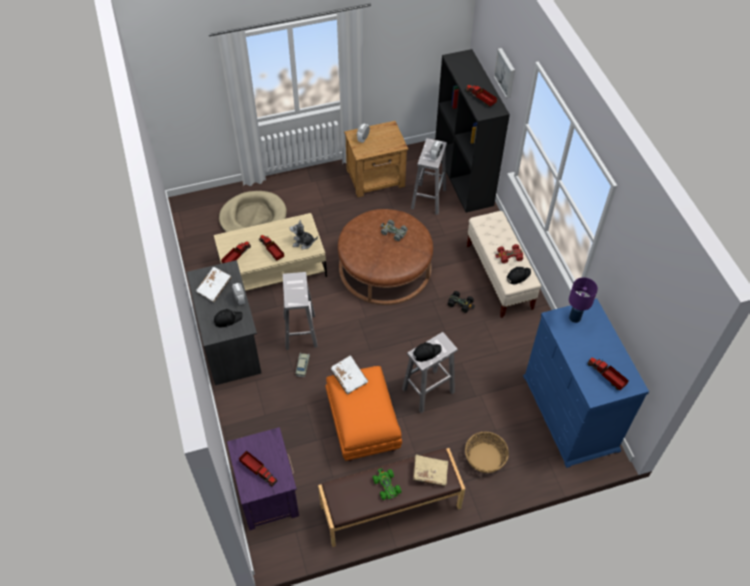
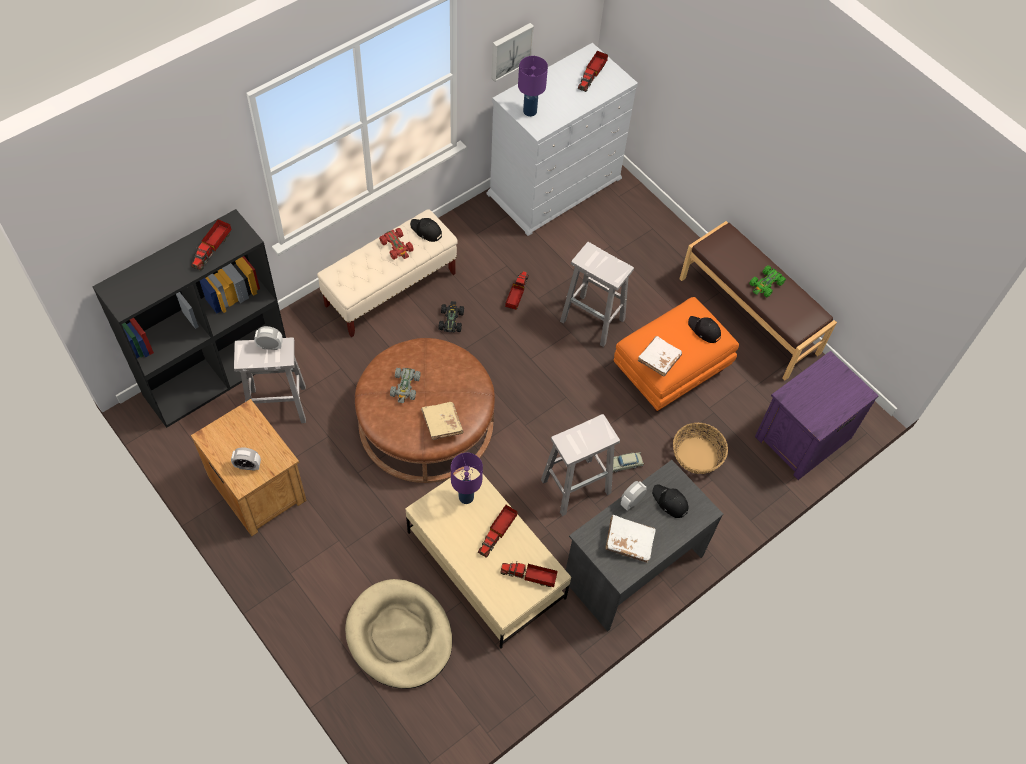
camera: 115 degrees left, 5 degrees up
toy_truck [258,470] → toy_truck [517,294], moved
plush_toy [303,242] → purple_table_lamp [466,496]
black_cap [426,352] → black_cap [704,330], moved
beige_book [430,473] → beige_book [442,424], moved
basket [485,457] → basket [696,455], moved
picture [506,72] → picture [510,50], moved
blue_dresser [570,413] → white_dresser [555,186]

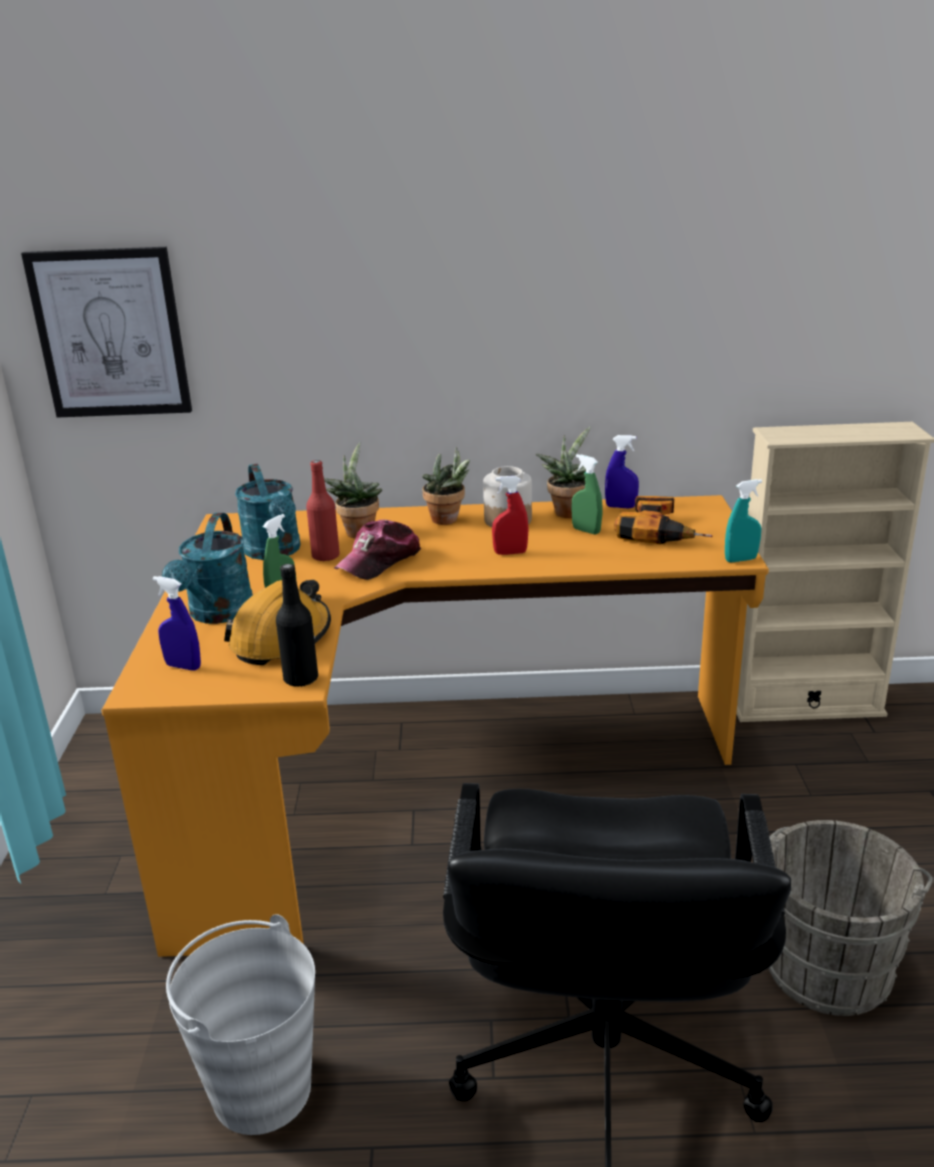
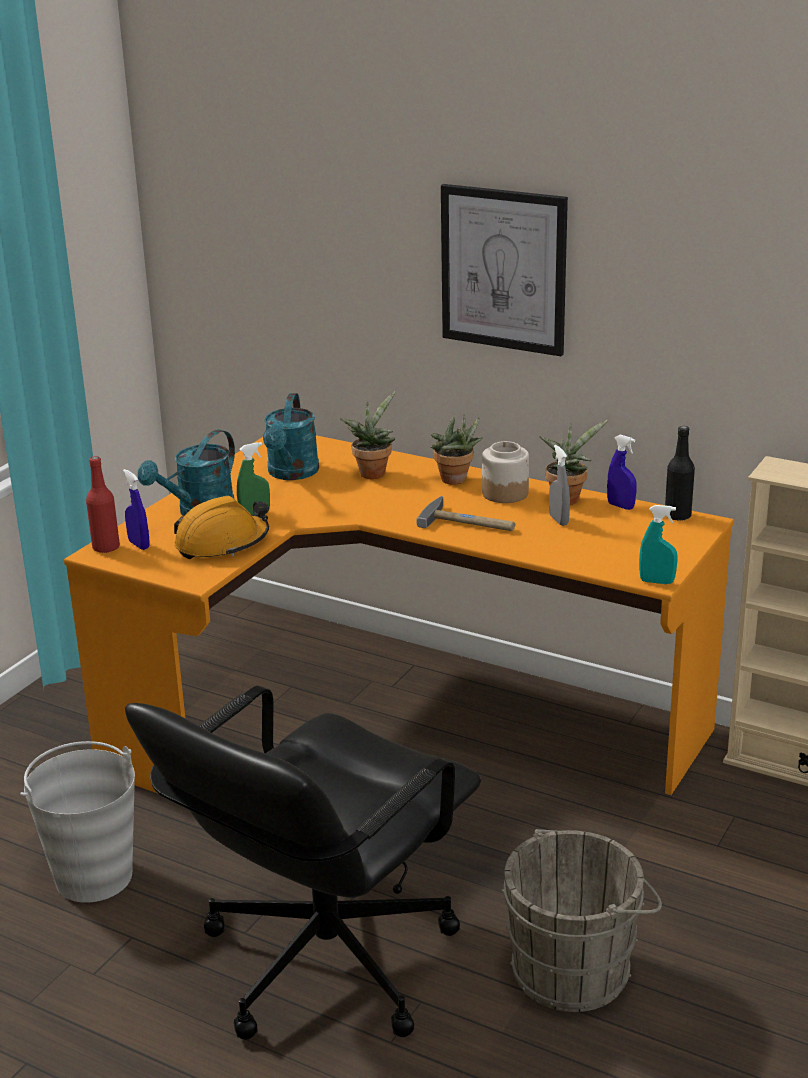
camera: 30 degrees right, 0 degrees up
picture [110,334] → picture [503,269], moved
black_bottle [301,679] → black_bottle [677,516], moved
red_bottle [325,556] → red_bottle [106,548], moved
cap [379,561] → -
red_spray_bottle [510,553] → hammer [469,523]
green_spray_bottle [586,531] → grey_spray_bottle [558,520]
power_drill [660,531] → -

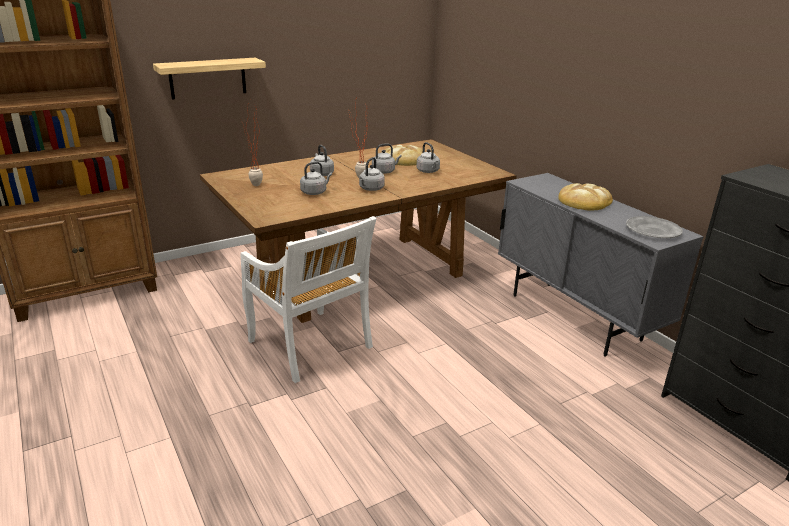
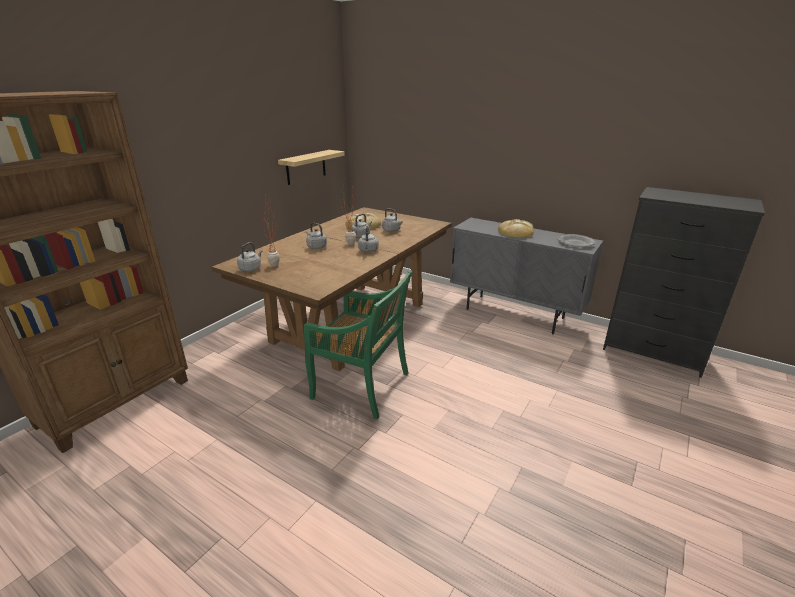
camera: 25 degrees left, 0 degrees up
shelf [208,78] → shelf [306,167], moved
white_chair [311,345] → green_chair [362,386]
grey_kettle [315,192] → grey_kettle [251,268], moved

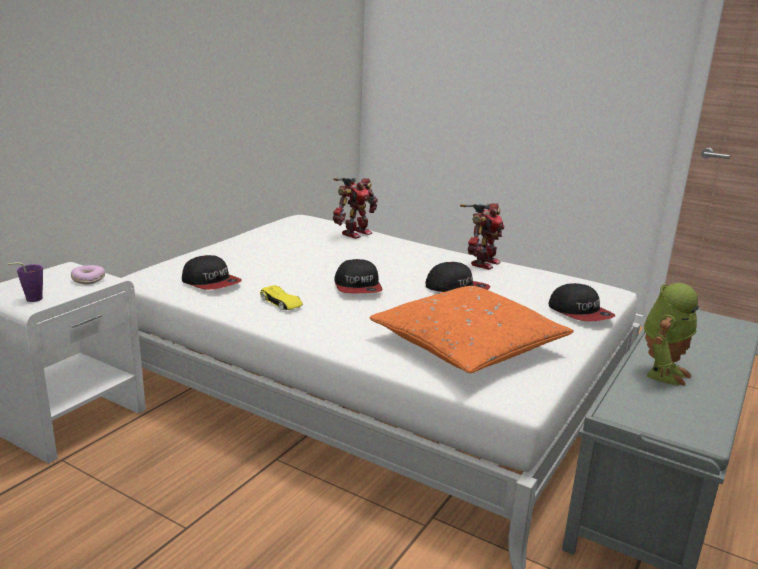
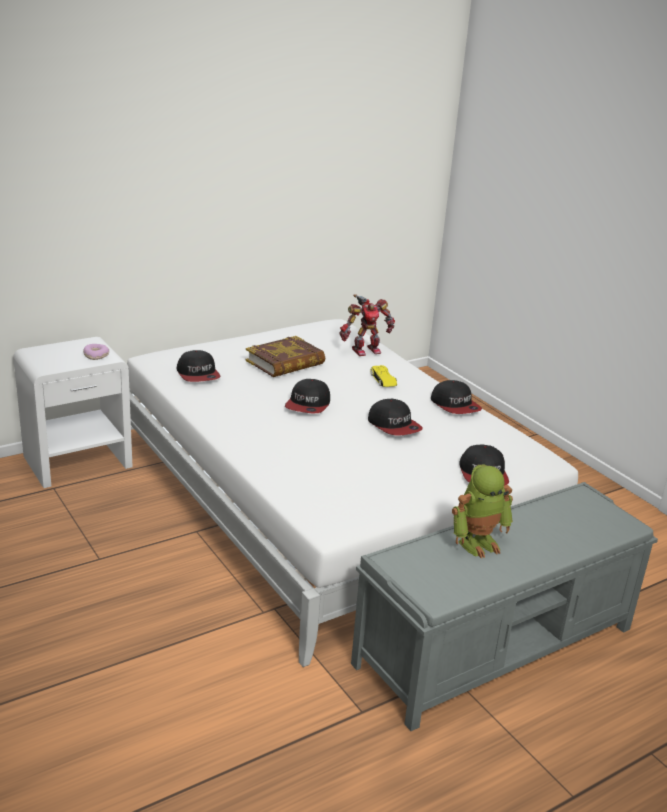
camera: 25 degrees right, 5 degrees up
purple_cup [30,299] → -
yellow_toy_car [281,302] → yellow_toy_car [383,380], moved
orange_pillow [467,345] → -
toy_robot [483,263] → cap [455,405]
- → book [285,362]

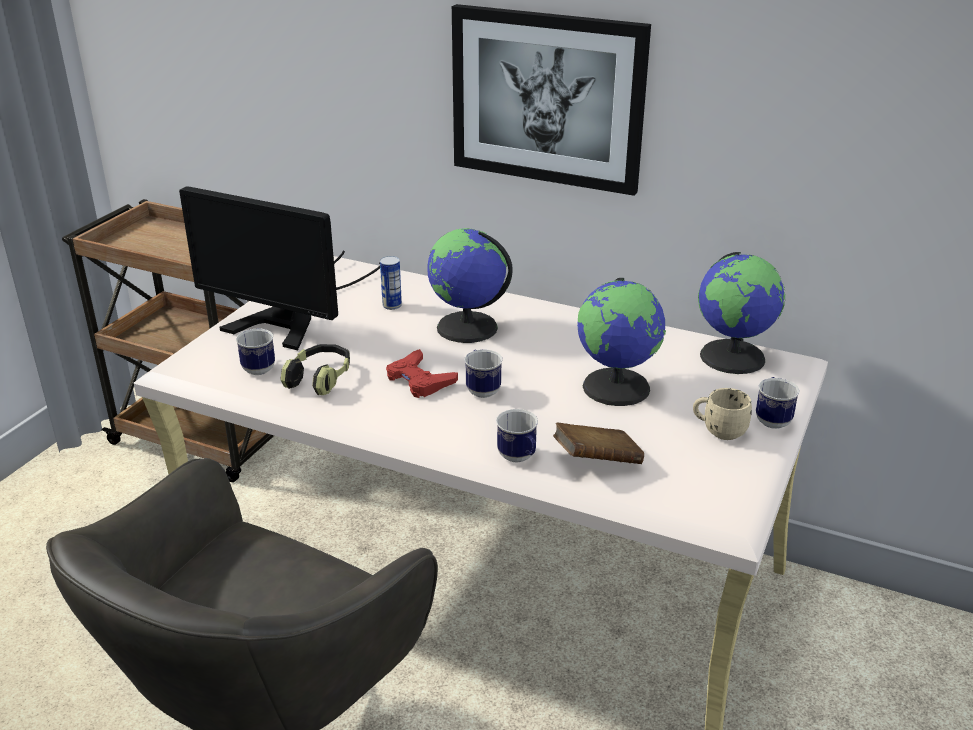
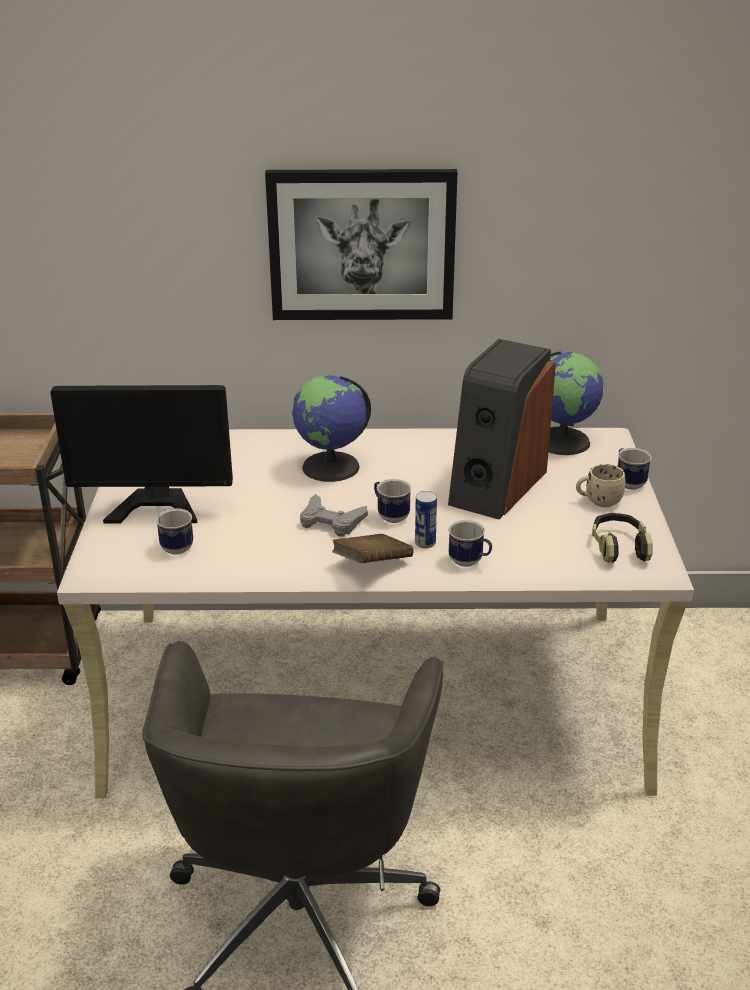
camera: 25 degrees left, 0 degrees up
headphones [320,378] → headphones [619,547], moved
can [392,305] → can [425,543], moved
red_game_controller [419,380] → grey_game_controller [331,521]
brown_book [596,461] → brown_book [372,564], moved
globe [617,387] → speaker [496,487]

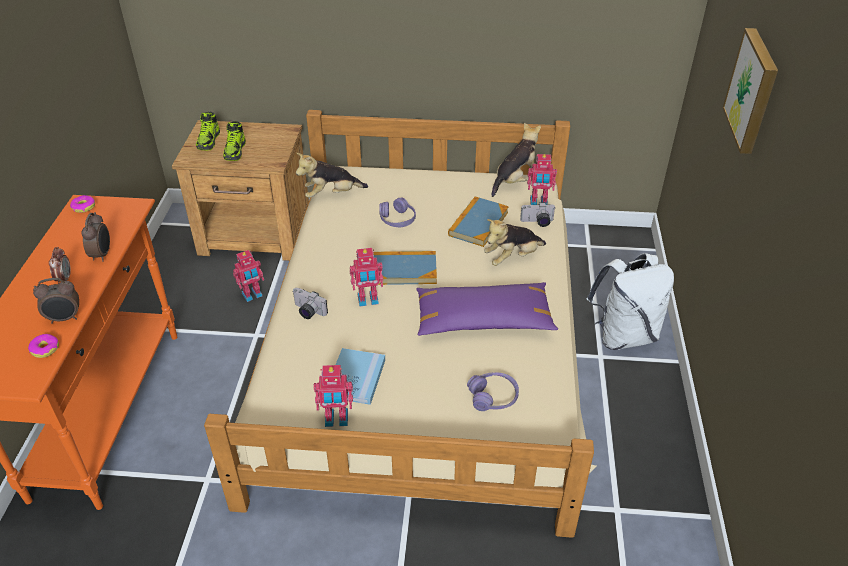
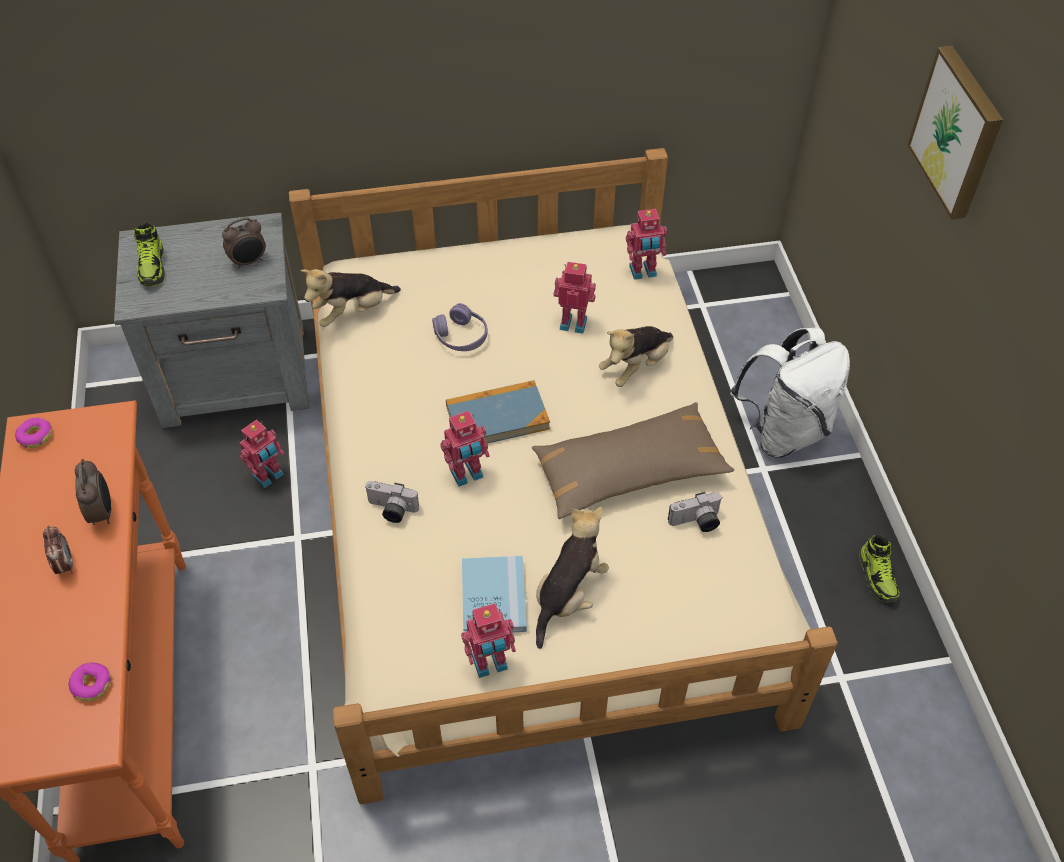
camera: 15 degrees left, 10 degrees up
alarm_clock [65,318] → alarm_clock [249,262], moved
brown_nightstand [256,234] → grey_nightstand [237,376]
shoe [235,151] → shoe [877,576], moved
purple_pillow [483,319] → brown_pillow [629,471]
book [478,224] → toy_robot [573,322]
purple_headphones [493,397] → -
plush_toy [515,180] → plush_toy [569,594], moved
photo_camera [537,222] → photo_camera [696,522], moved

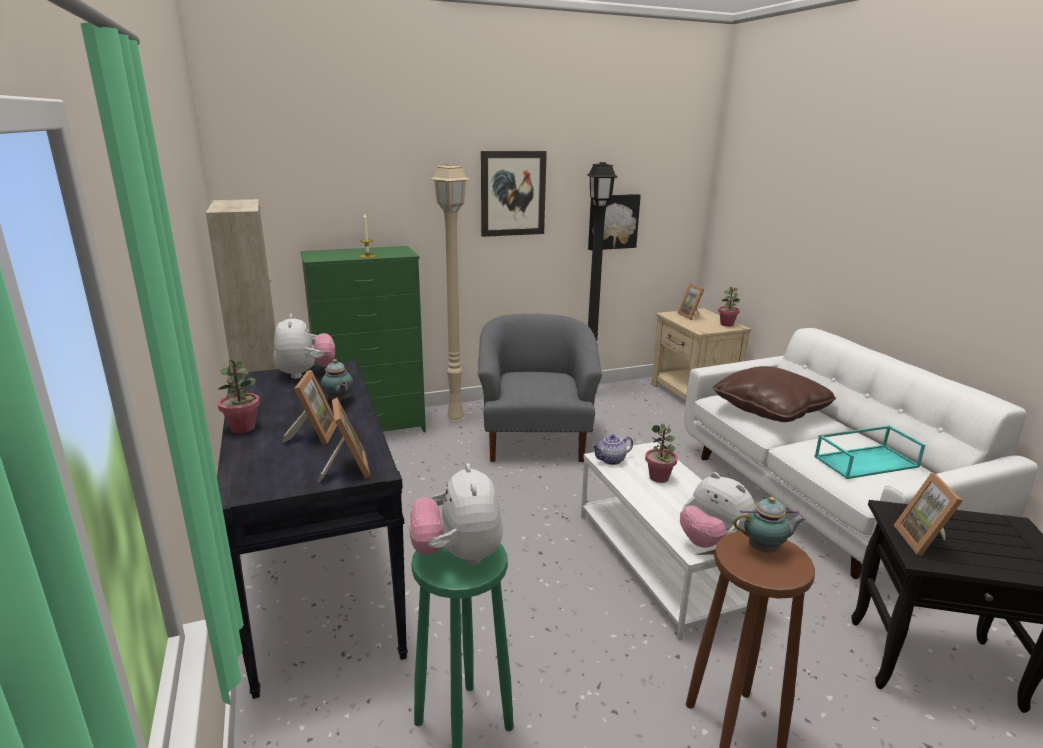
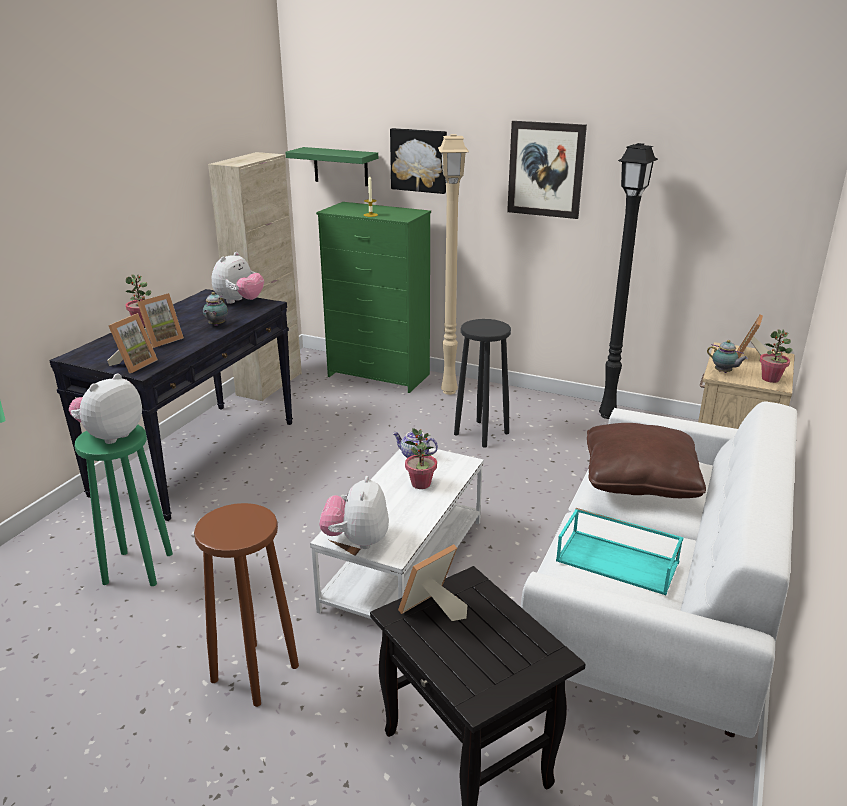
camera: 45 degrees right, 5 degrees up
grey_armchair [536,440] → black_stool [482,434]
picture [612,221] → picture [419,160], moved
teapot [765,549] → teapot [724,372], moved
- → green_shelf [340,166]

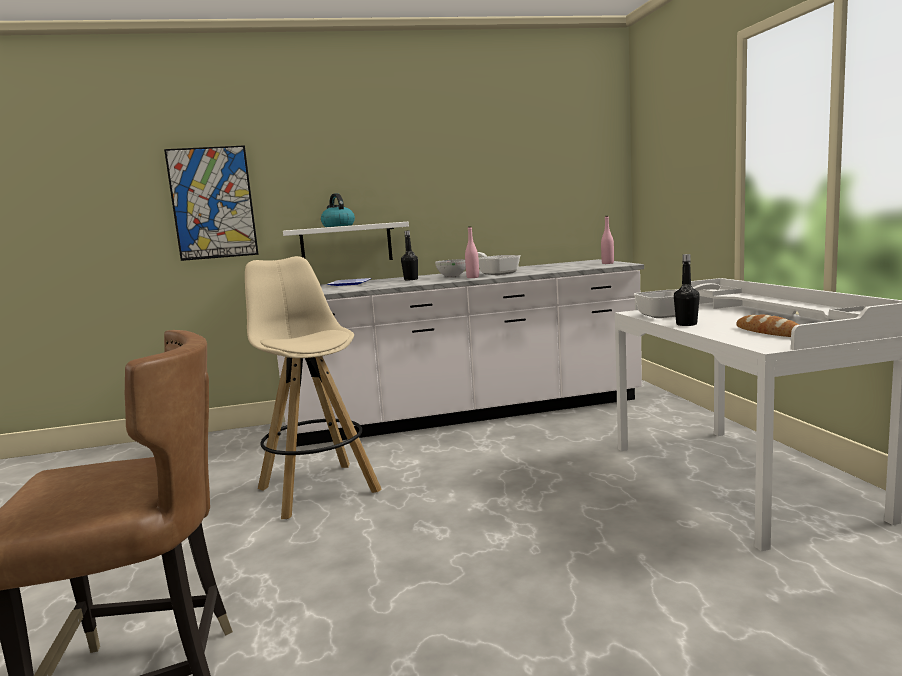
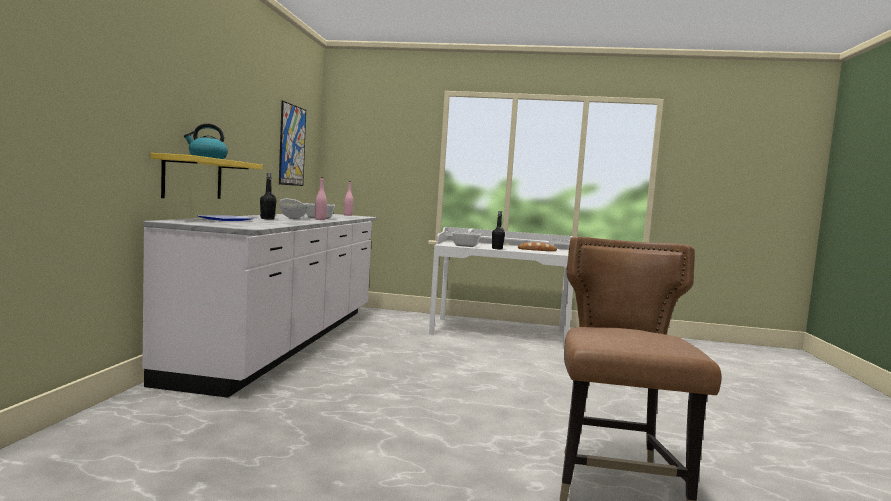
camera: 70 degrees left, 5 degrees down
picture [212,203] → picture [292,145], moved
beige_stool [317,489] → -
white_shelf [346,244] → yellow_shelf [193,178]

